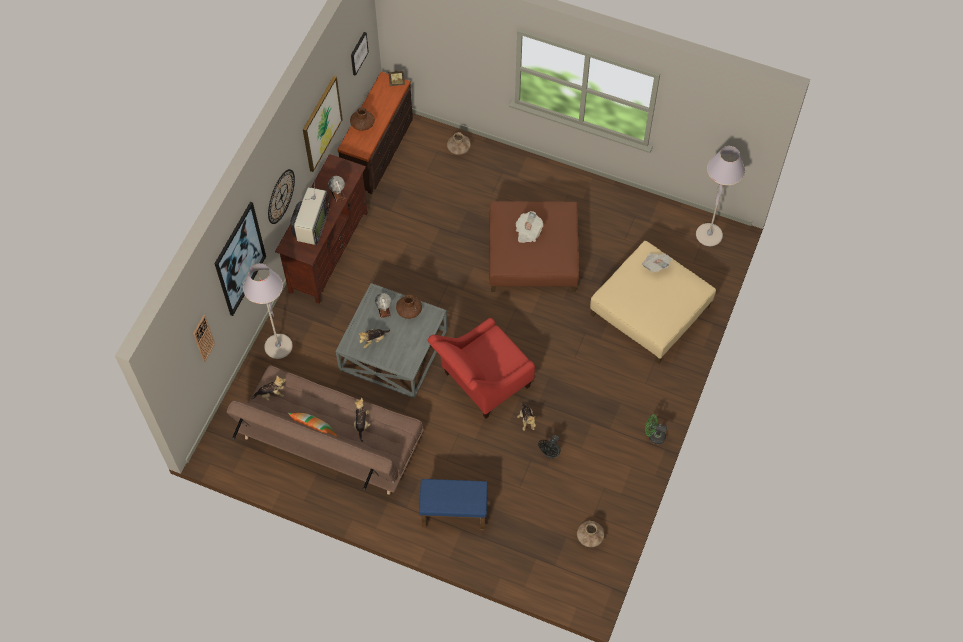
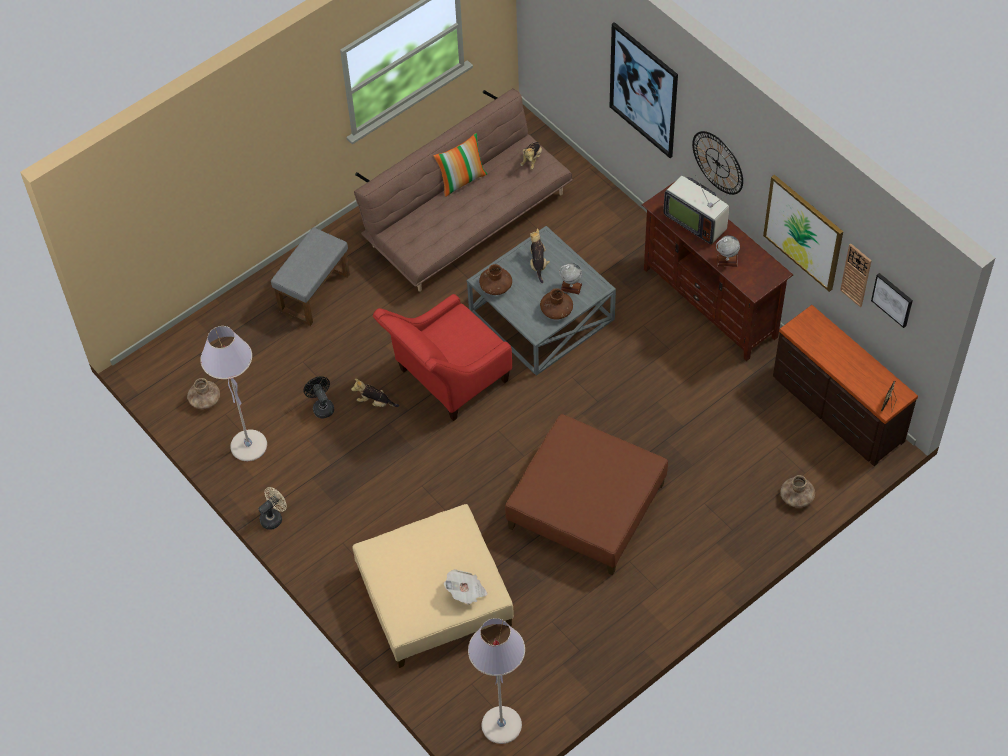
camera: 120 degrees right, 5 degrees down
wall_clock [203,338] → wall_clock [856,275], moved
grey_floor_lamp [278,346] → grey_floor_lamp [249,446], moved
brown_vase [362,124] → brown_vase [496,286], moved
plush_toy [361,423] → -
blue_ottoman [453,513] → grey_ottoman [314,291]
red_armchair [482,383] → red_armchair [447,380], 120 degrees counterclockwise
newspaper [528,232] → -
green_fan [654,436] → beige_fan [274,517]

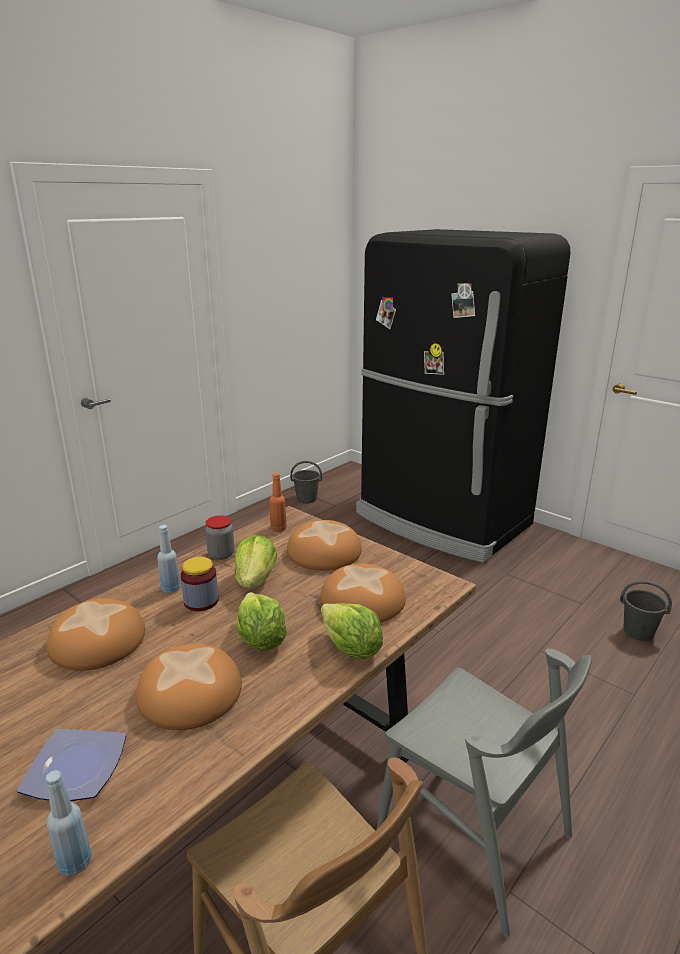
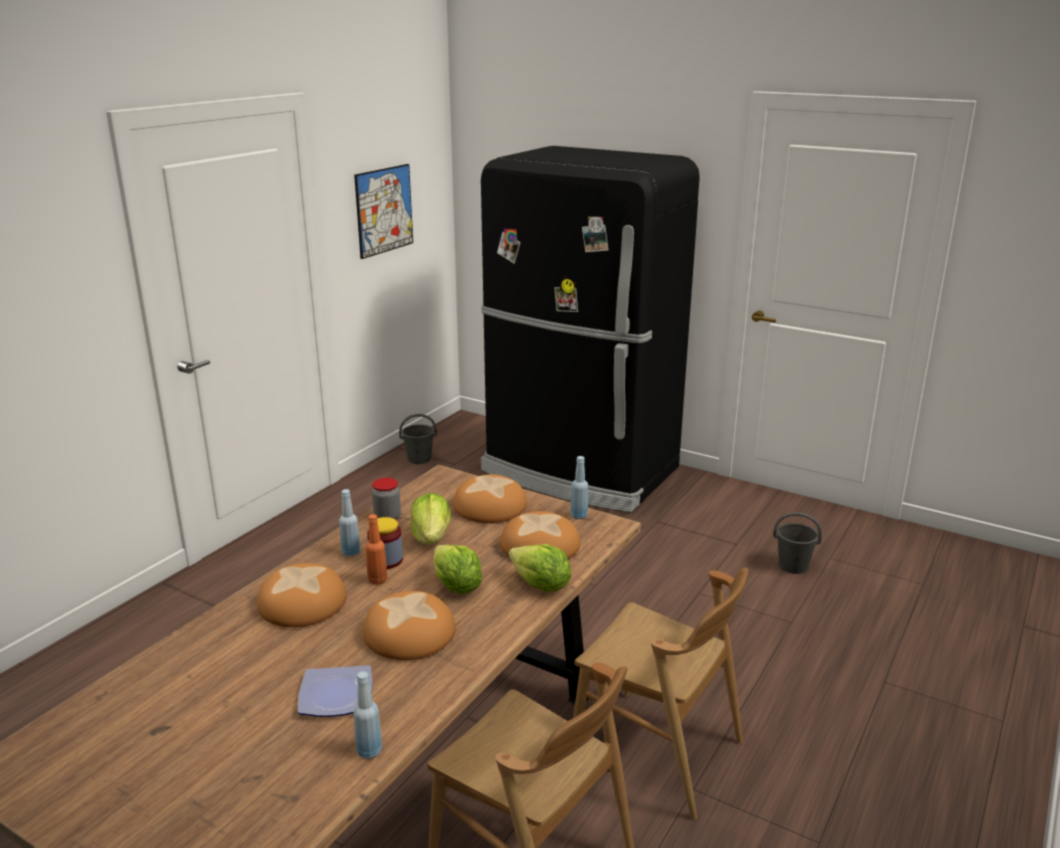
camera: 10 degrees left, 0 degrees up
orange_bottle [278,529] → orange_bottle [377,580], moved
grey_chair [474,835] → brown_chair [657,752]
- → picture [384,210]
- → blue_bottle [579,516]

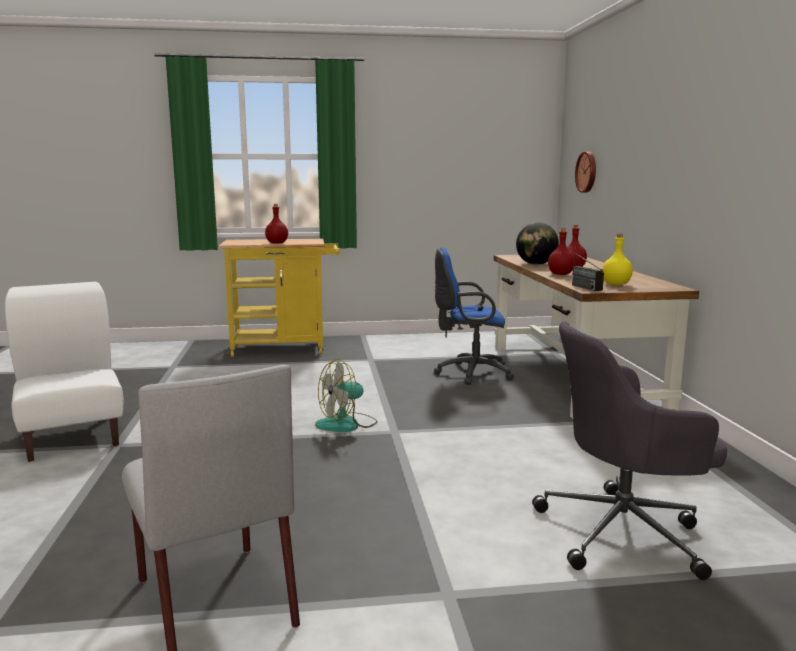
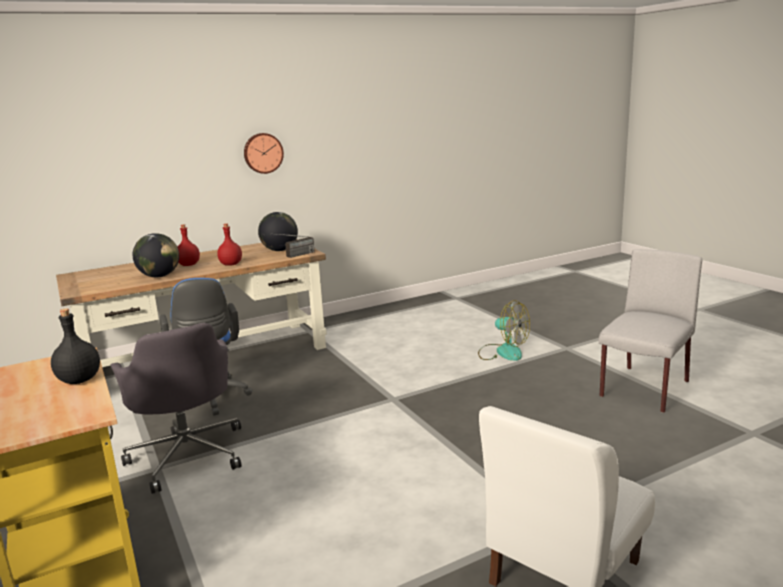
camera: 110 degrees left, 5 degrees up
red_bottle [277,243] → black_bottle [79,380]
fan [347,424] → fan [502,352], moved
grey_office_chair [624,532] → grey_office_chair [188,454], moved
wall_clock [587,172] → wall_clock [263,153], moved
yellow_bottle [616,284] → globe [280,250]

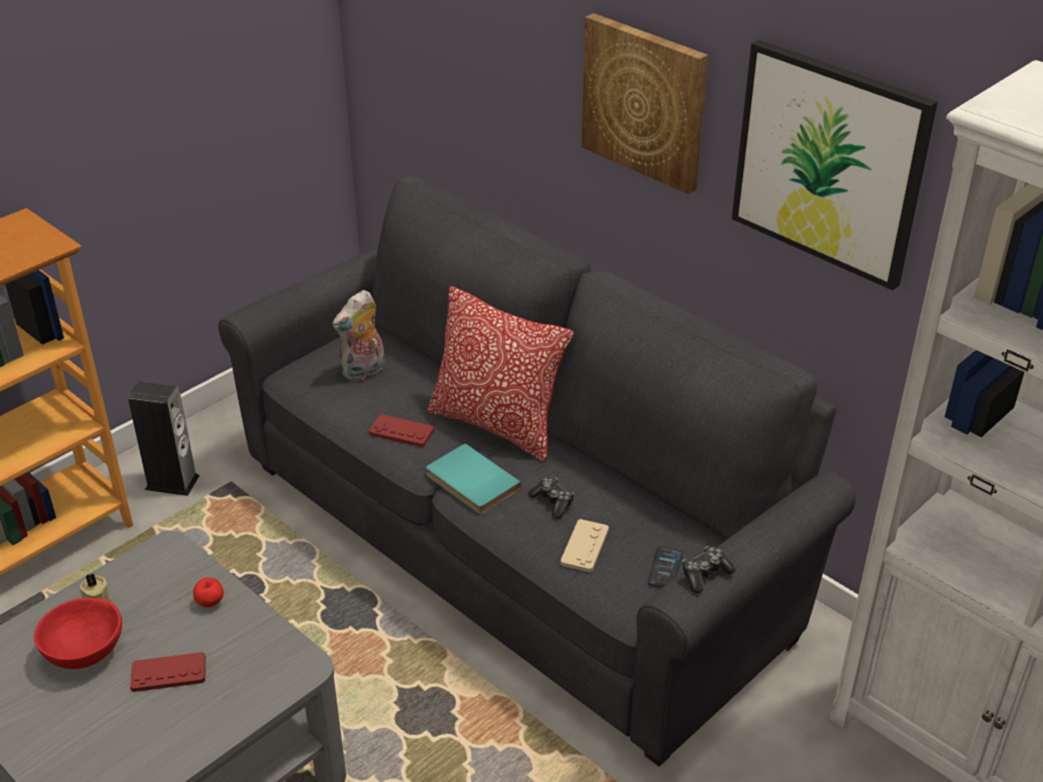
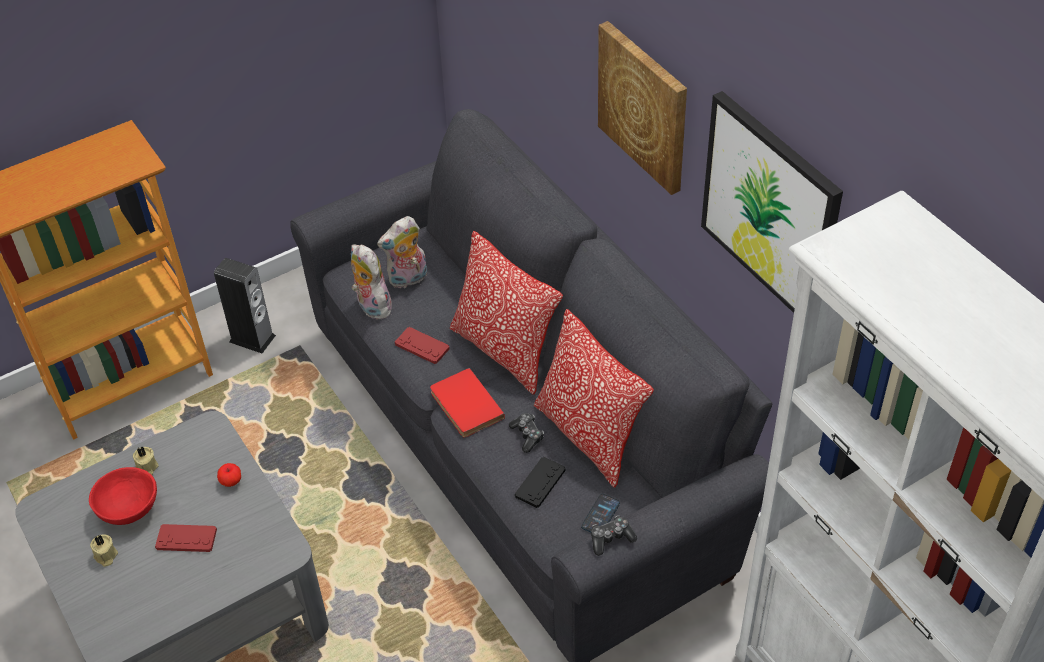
camera: 15 degrees right, 10 degrees up
turquoise_book [470,483] → red_book [464,406]
beige_game_controller [584,546] → black_game_controller [540,483]
- → beige_candle [105,556]
- → plush_toy [371,306]
- → pillow [589,436]

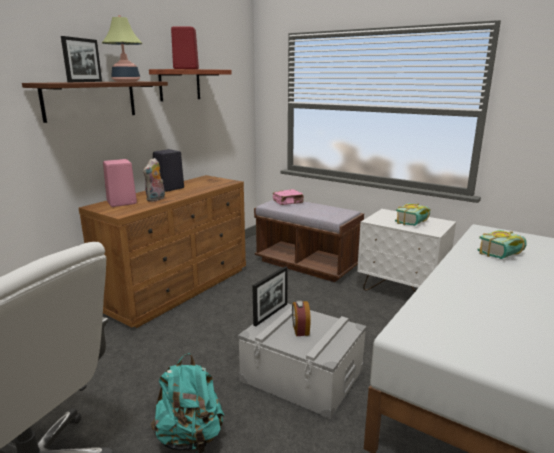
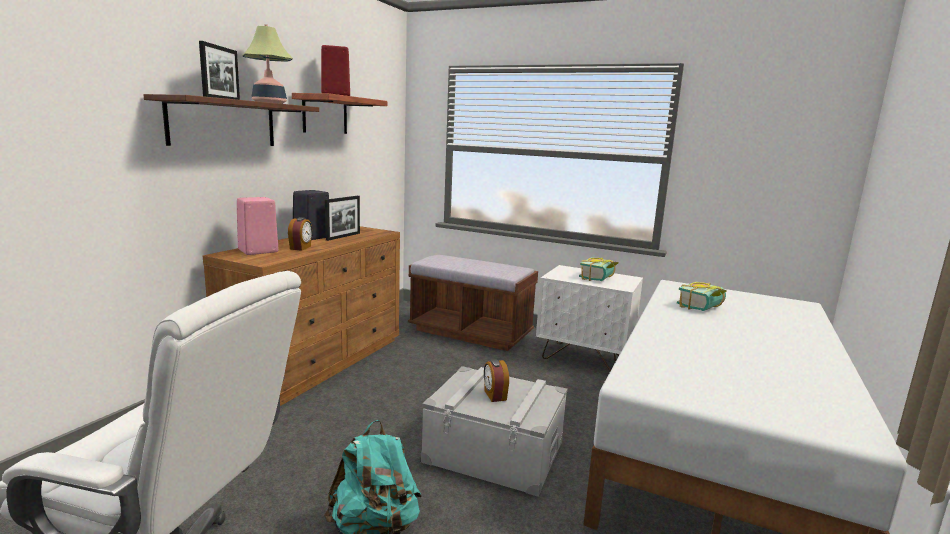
camera: 10 degrees left, 5 degrees down
plush_toy [156,199] → alarm_clock [301,248]
picture_frame [271,314] → picture_frame [343,236], moved
pink_book [288,202] → -

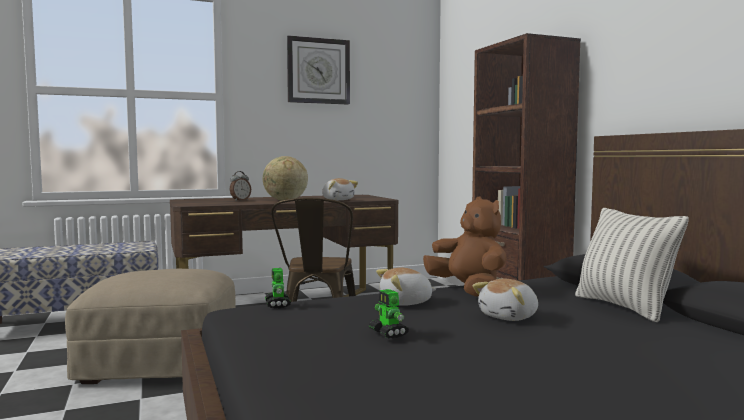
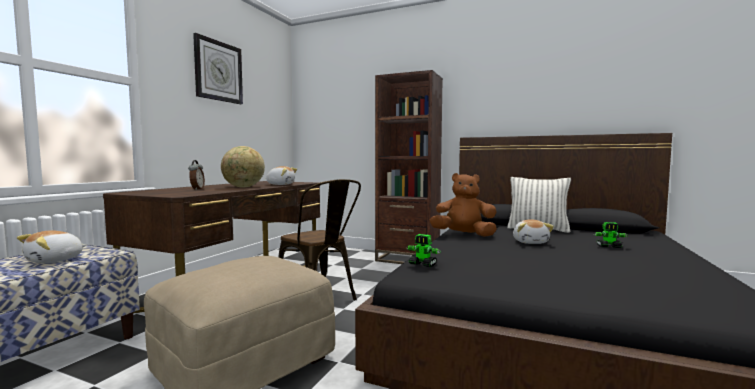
camera: 45 degrees left, 0 degrees up
toy_robot [388,333] → toy_robot [609,247], moved
plush_toy [406,302] → plush_toy [55,260], moved

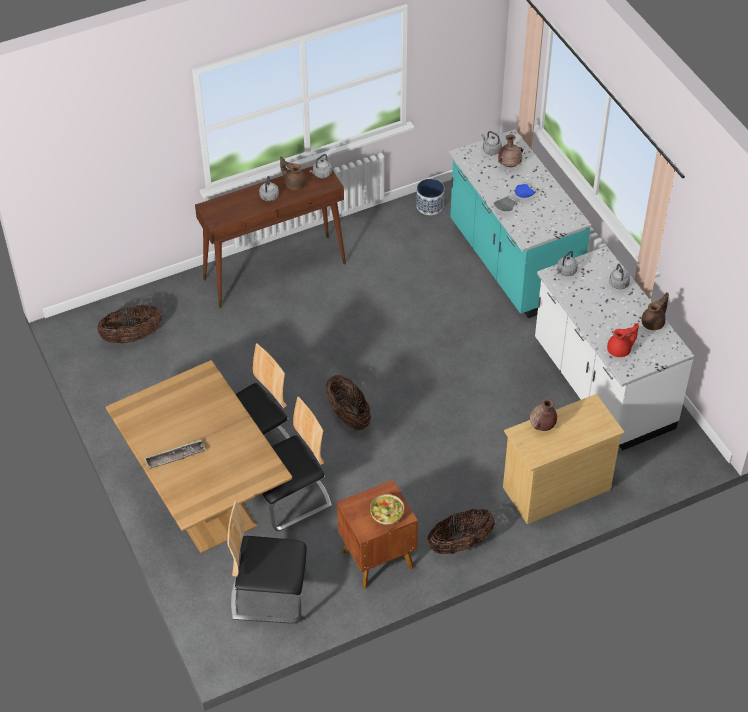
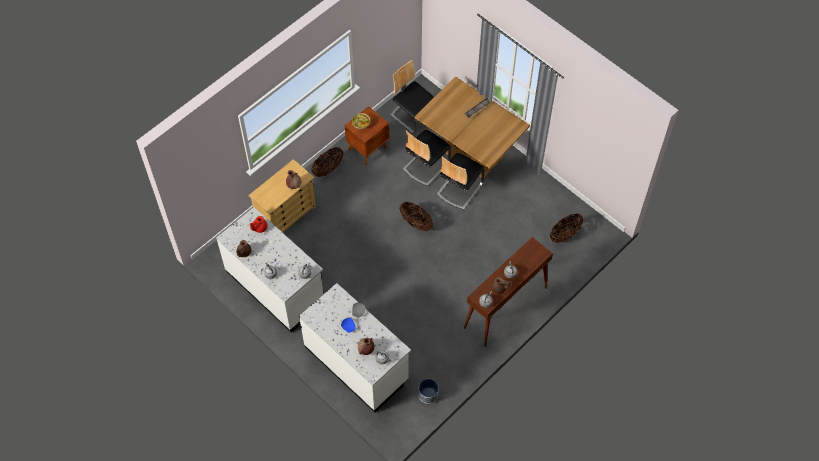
camera: 160 degrees right, 10 degrees up
chair [269,595] → chair [413,116], 120 degrees counterclockwise
turquoise_counter [512,262] → white_counter [357,363]

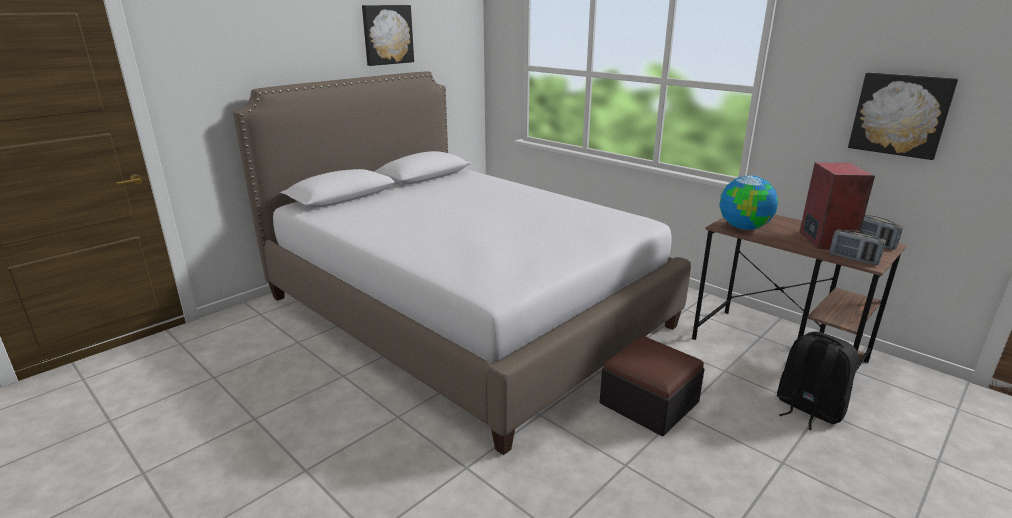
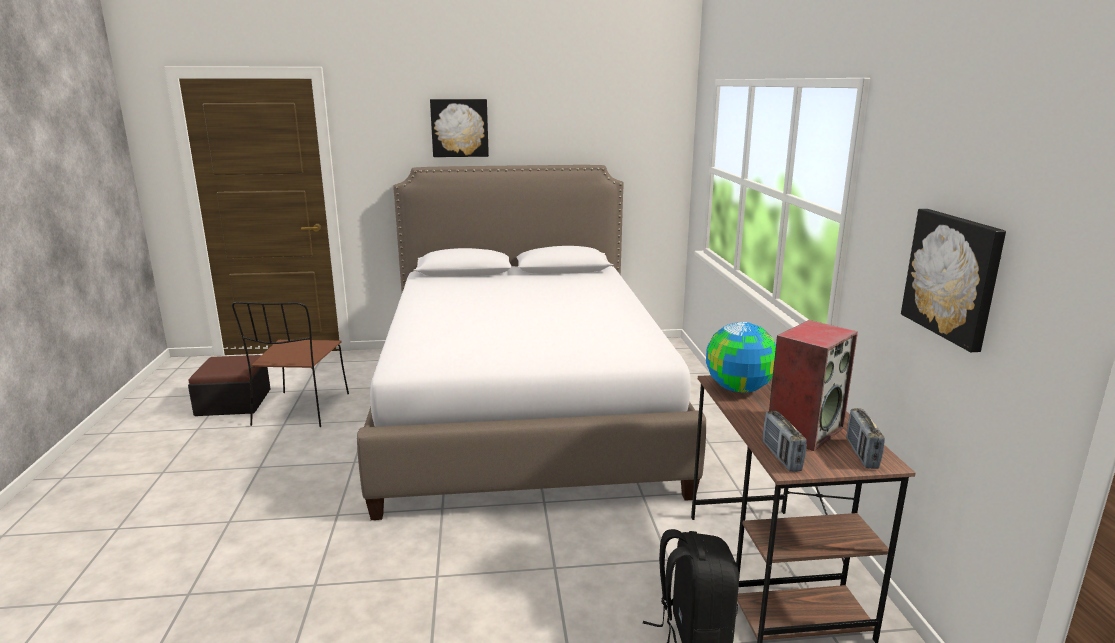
camera: 40 degrees right, 5 degrees down
picture [387,34] → picture [459,128], moved
ottoman [649,403] → ottoman [233,402], moved
- → brown_chair [300,410]

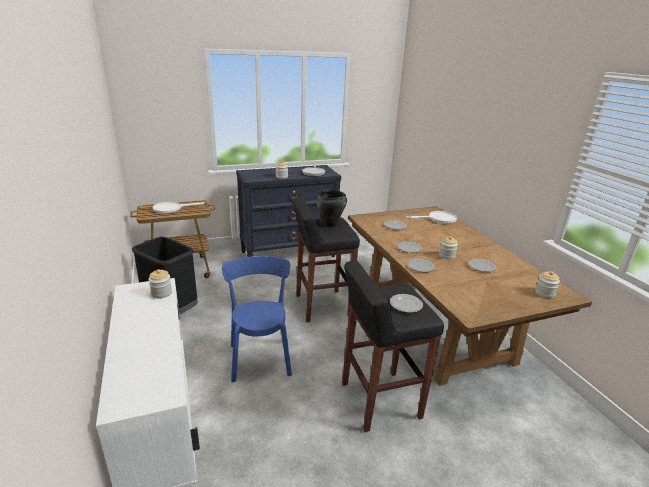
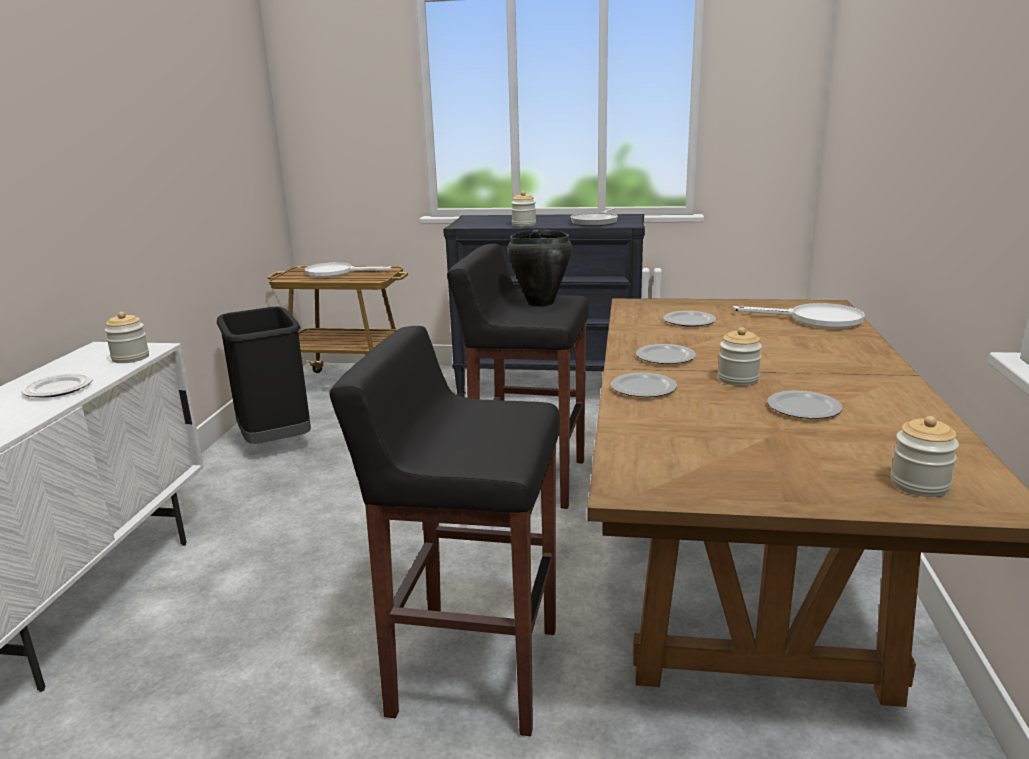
camera: 30 degrees right, 5 degrees down
blue_chair [260,357] → -
plate [406,305] → plate [58,389], moved

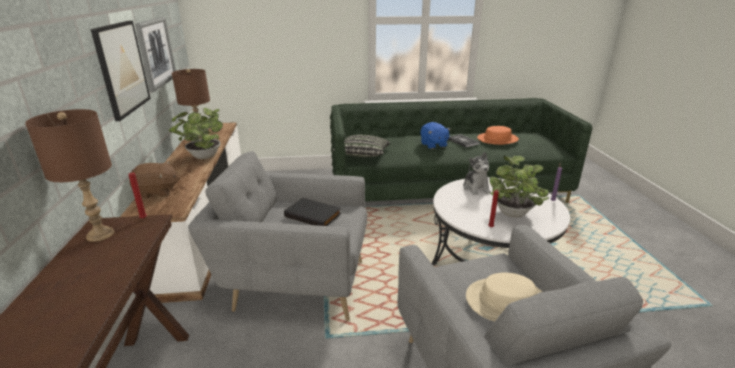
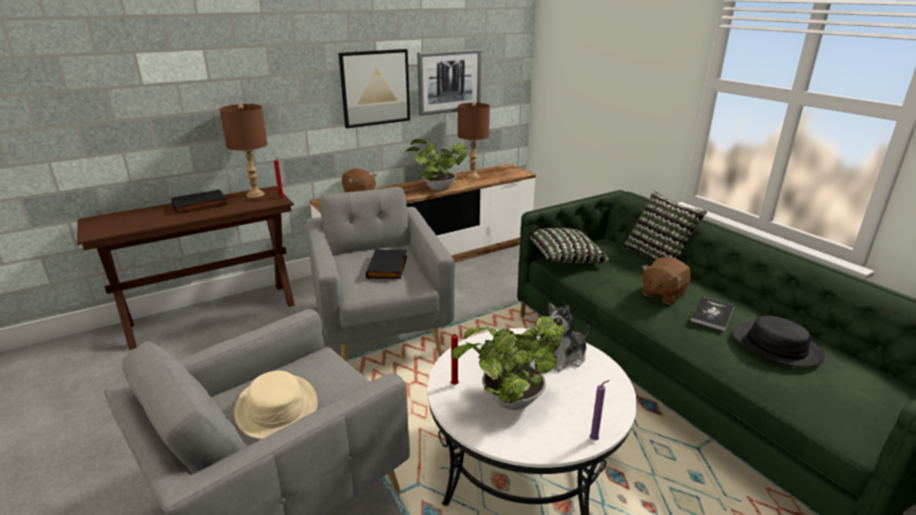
camera: 65 degrees right, 0 degrees up
blue_plush_toy [433,145] → brown_plush_toy [662,294]
orange_hat [497,139] → black_hat [776,345]
- → black_book [200,205]
- → pillow [658,257]

